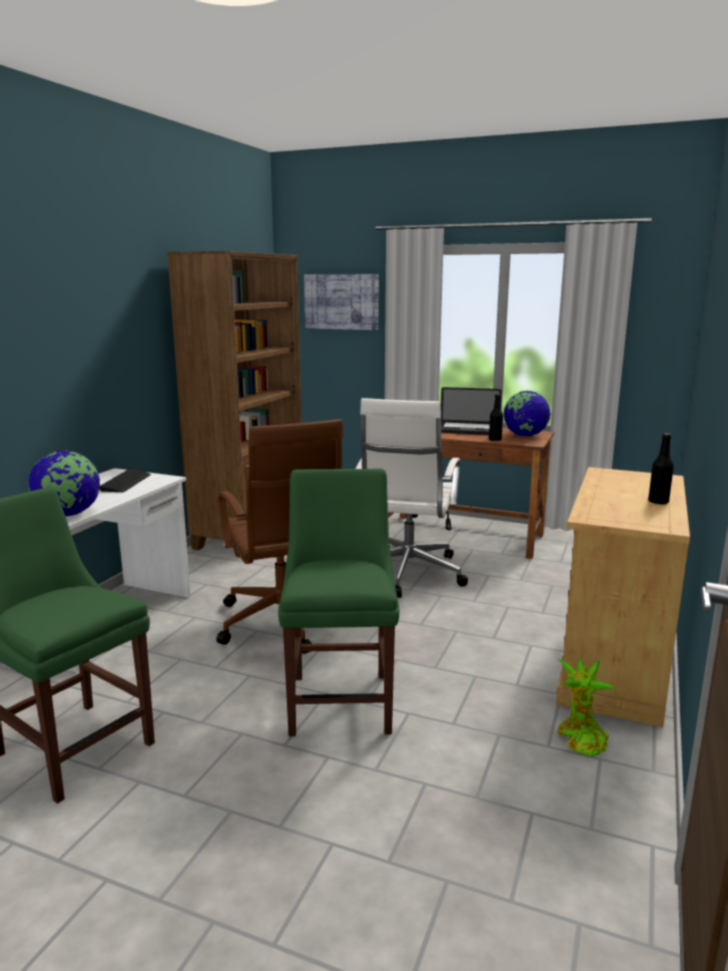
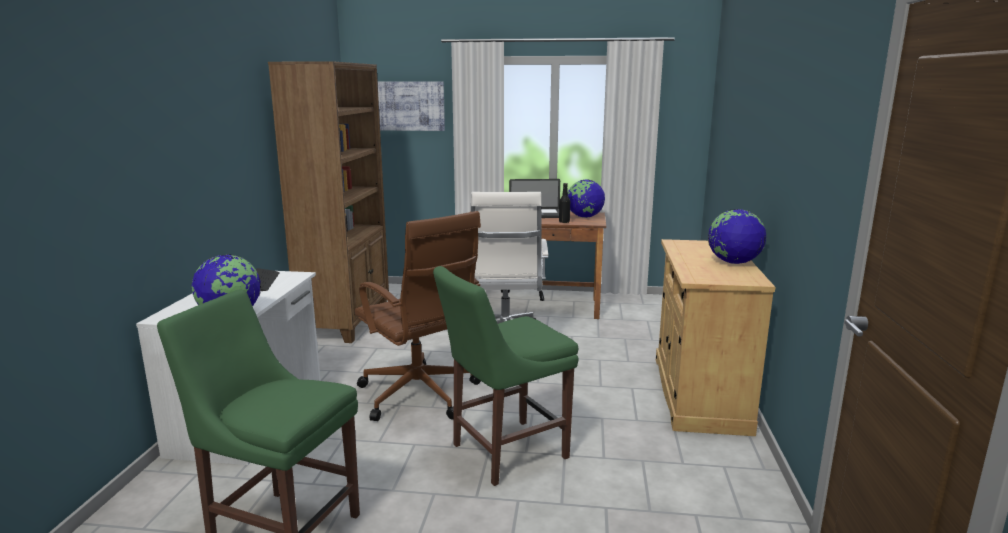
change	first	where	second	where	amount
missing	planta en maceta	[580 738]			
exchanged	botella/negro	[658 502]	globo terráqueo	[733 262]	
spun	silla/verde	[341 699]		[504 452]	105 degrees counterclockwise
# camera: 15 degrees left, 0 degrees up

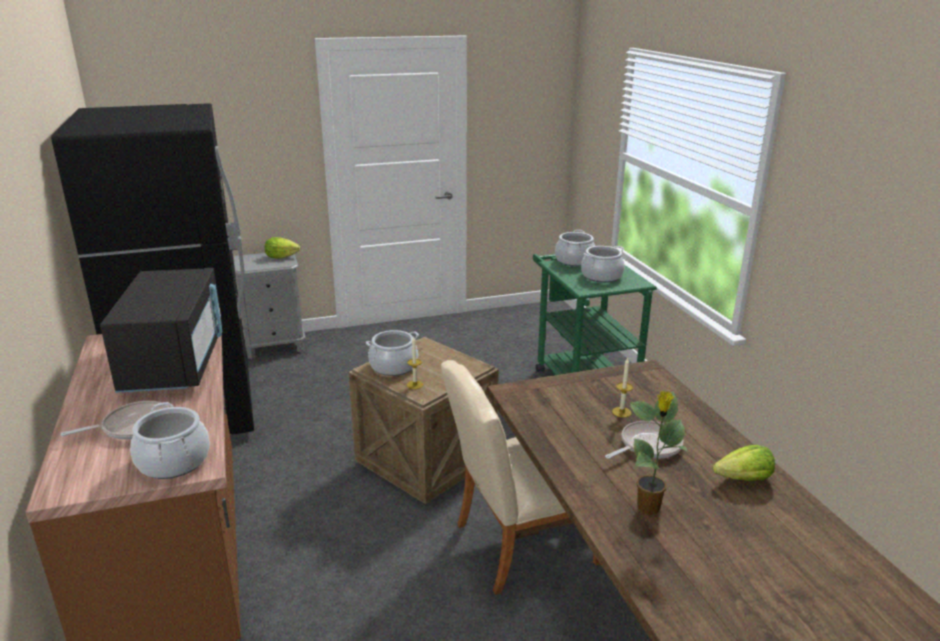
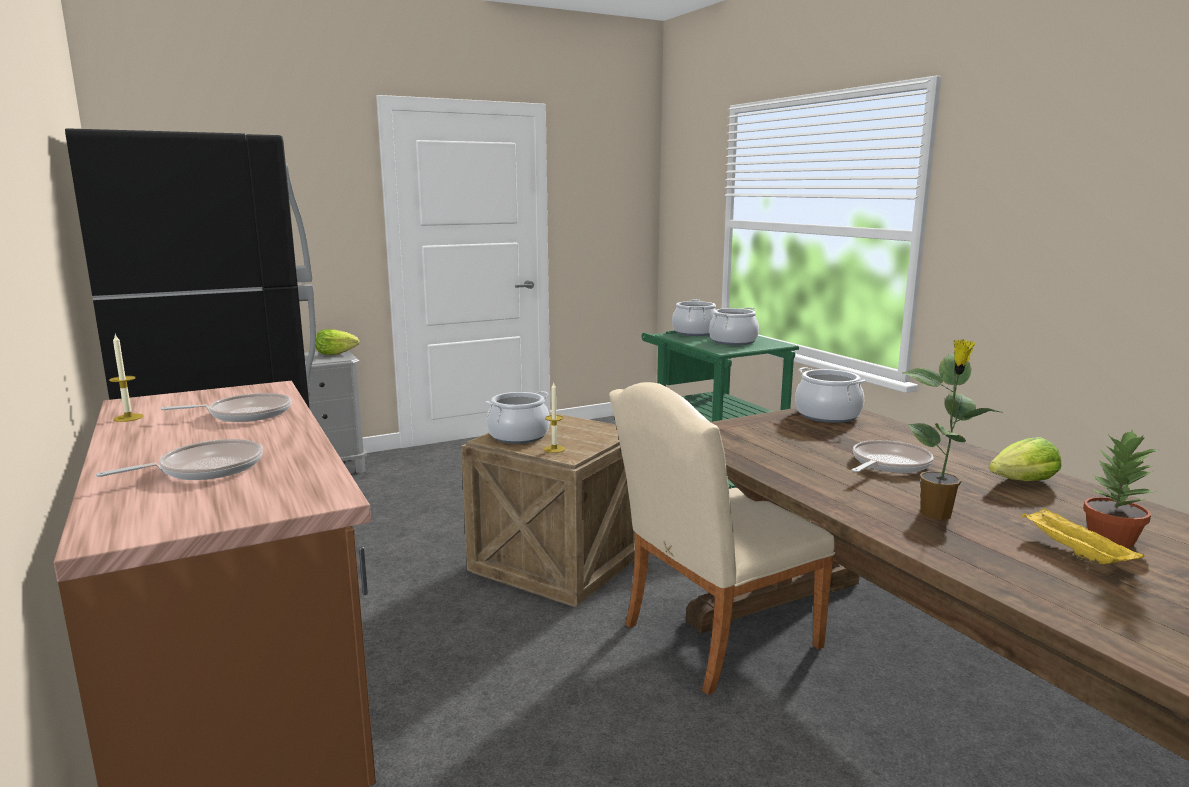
change	first	where	second	where	amount
appeared			bandeja/amarillo	[1073 552]	
appeared			planta en maceta	[1110 539]	
relocated	olla	[174 461]		[828 415]	
relocated	vela	[621 412]		[128 418]	
exchanged	microondas/negro	[175 363]	sartén	[245 414]	
# camera: 10 degrees left, 10 degrees down

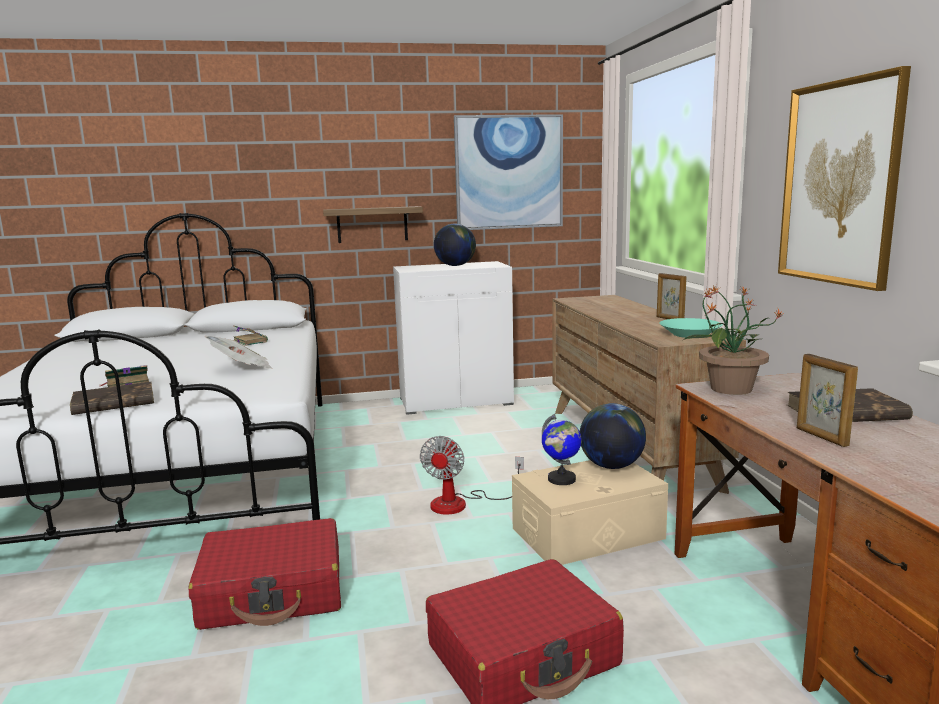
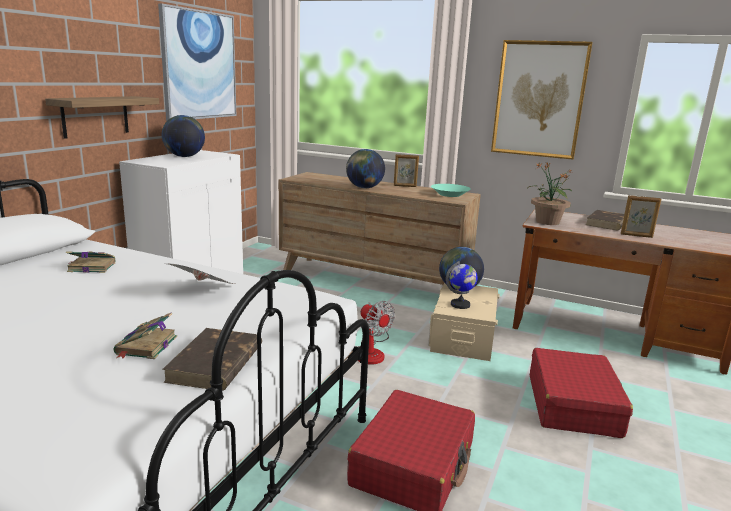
change	first	where	second	where	amount
appeared			globo terráqueo	[364 188]	
# camera: 55 degrees left, 5 degrees up

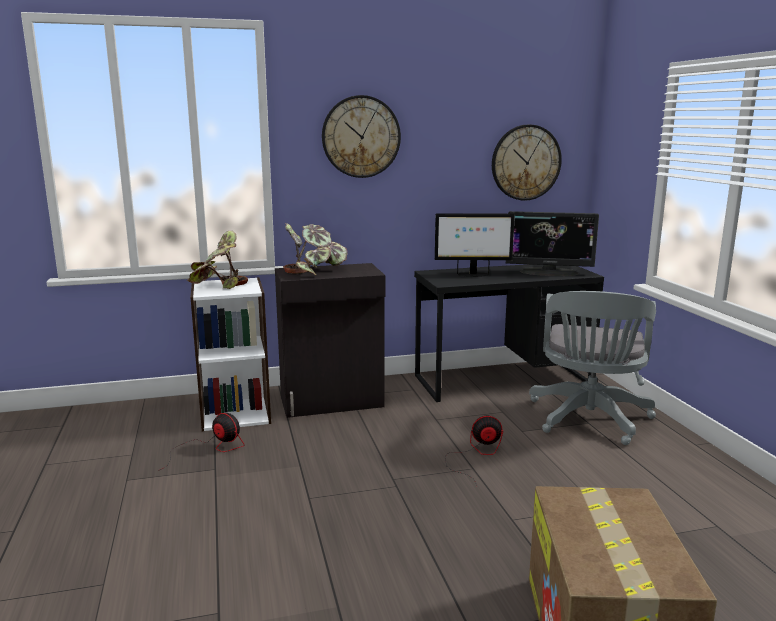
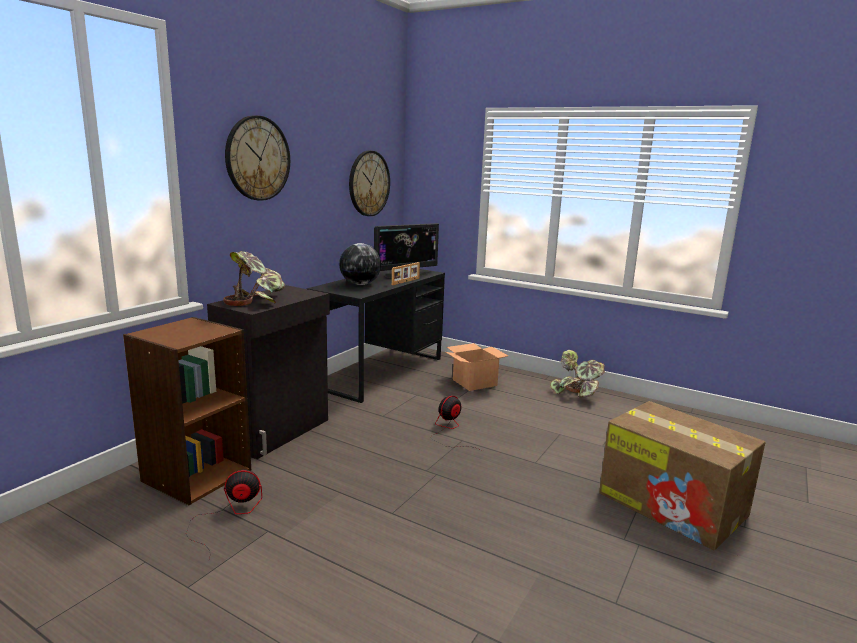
change	first	where	second	where	amount
appeared			portarretratos	[406 281]	
relocated	planta en maceta	[217 286]		[577 394]	
exchanged	monitor	[472 274]	globo terráqueo	[360 284]	
exchanged	silla de oficina/gris	[589 420]	caja de cartón	[474 383]	
colour	estantería/blanco	[235 413]	estantería/marrón	[196 475]	
# camera: 45 degrees left, 0 degrees up

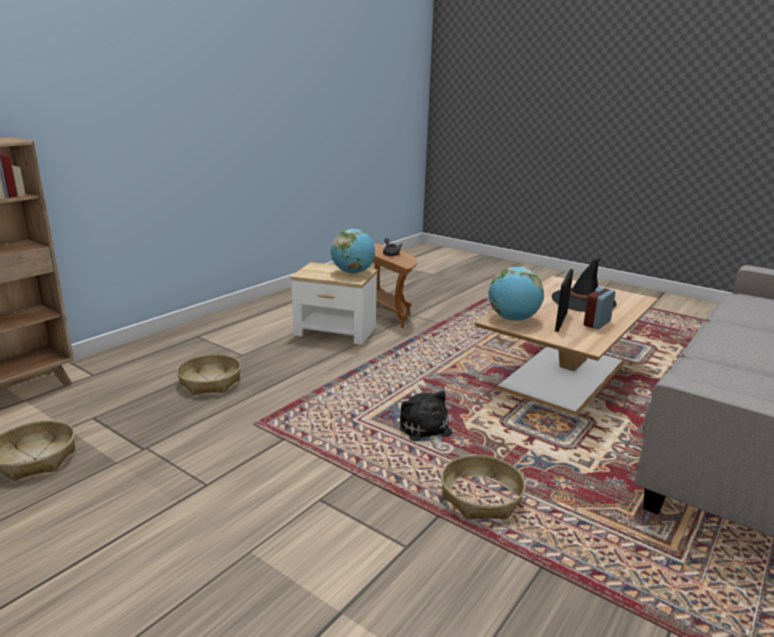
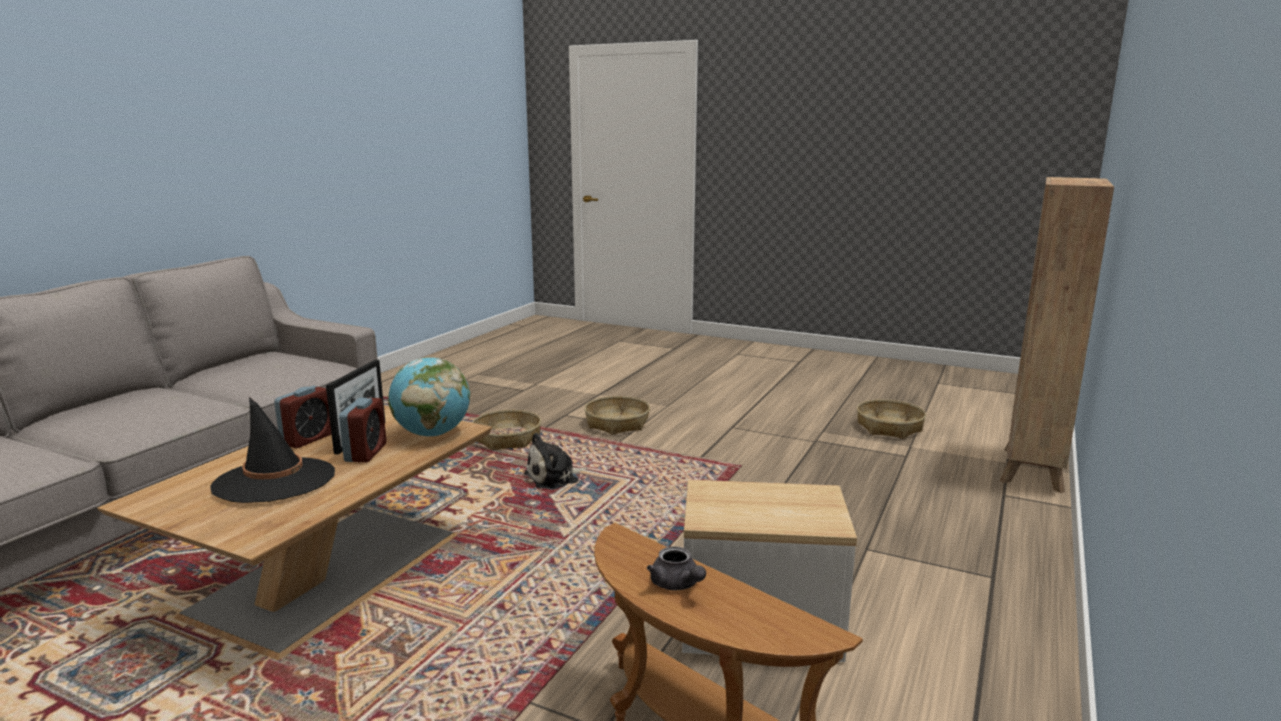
change	first	where	second	where	amount
missing	globo terráqueo	[353 273]			
appeared			despertador	[366 453]	
relocated	cesta	[210 382]		[617 423]	
spun	peluche	[426 431]		[555 478]	90 degrees clockwise
# camera: 170 degrees right, 5 degrees down

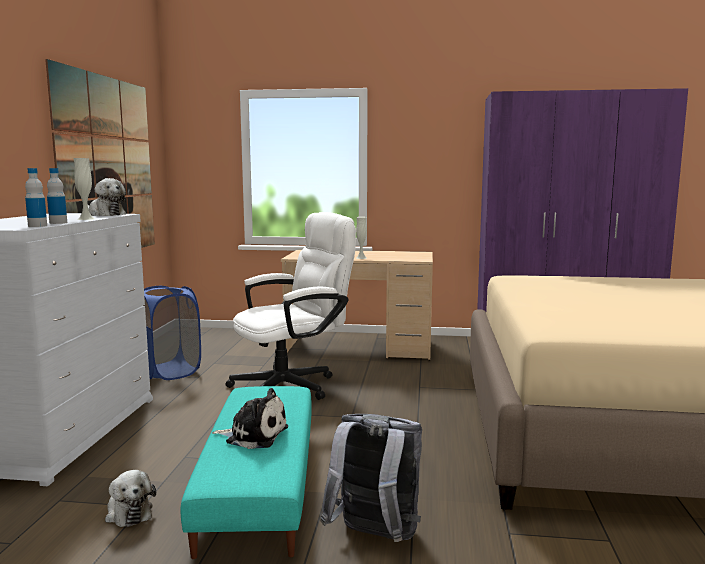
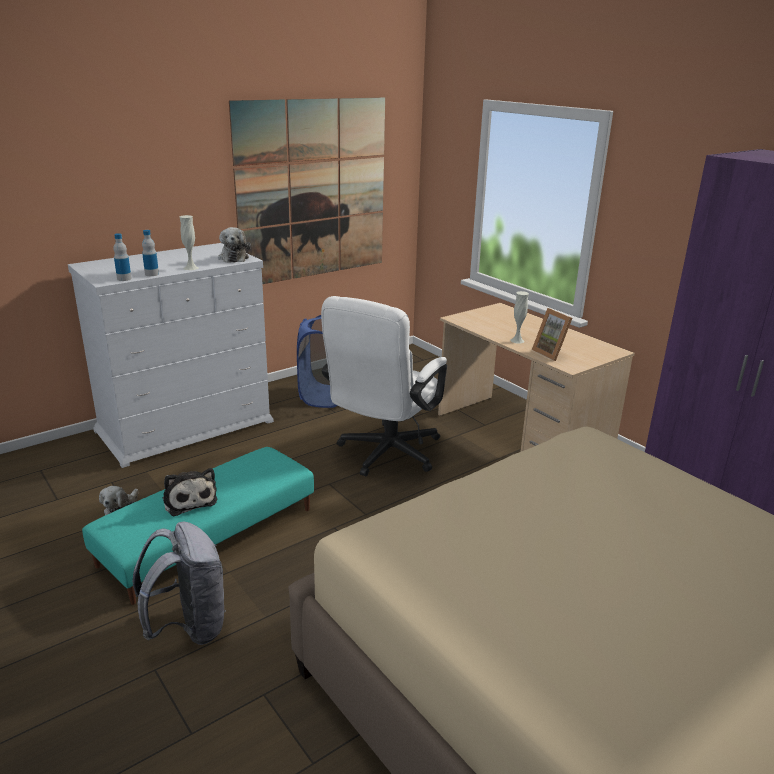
change	first	where	second	where	amount
appeared			portarretratos	[552 353]	
spun	silla de oficina/blanco	[293 385]		[384 455]	105 degrees clockwise
# camera: 45 degrees right, 15 degrees up

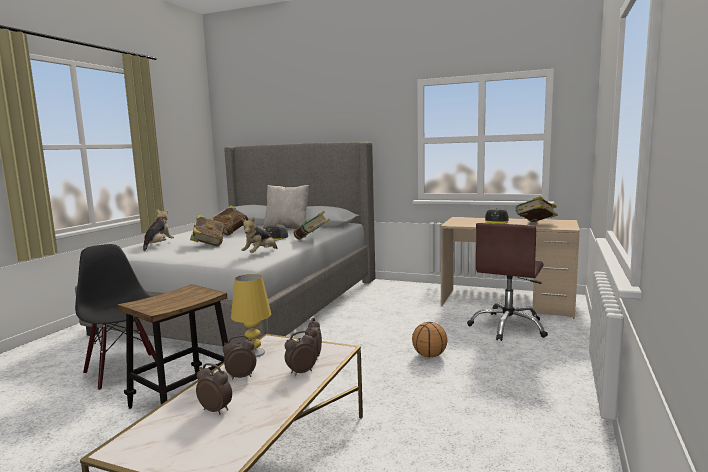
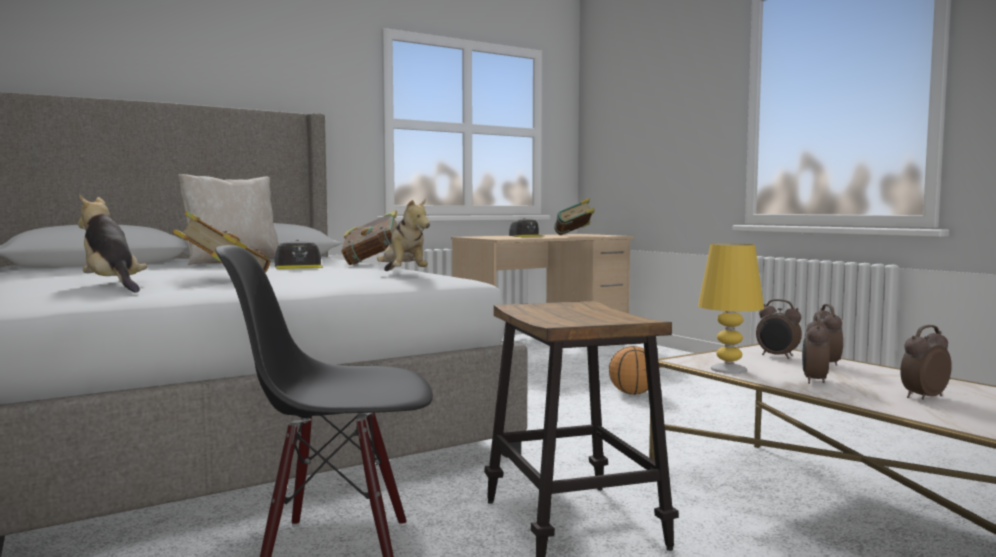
change	first	where	second	where	amount
missing	libro	[230 233]			
missing	silla de oficina/marrón	[508 327]			
# camera: 55 degrees left, 5 degrees down

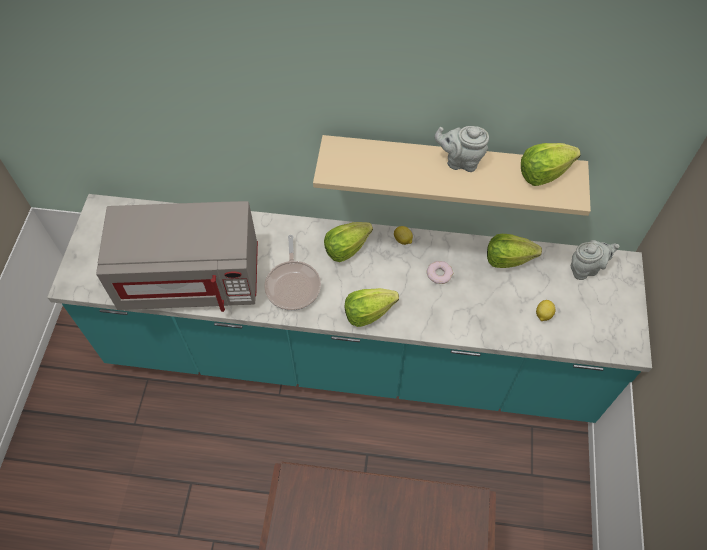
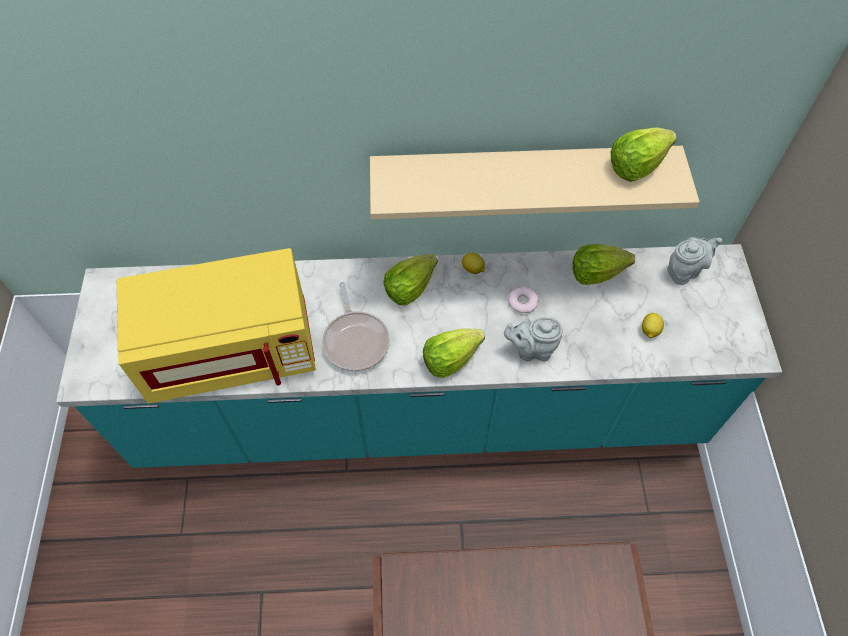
change	first	where	second	where	amount
relocated	tetera/gris	[460 161]		[532 350]	
colour	microondas/gris	[191 278]	microondas/amarillo	[232 350]	
# camera: 10 degrees left, 0 degrees up

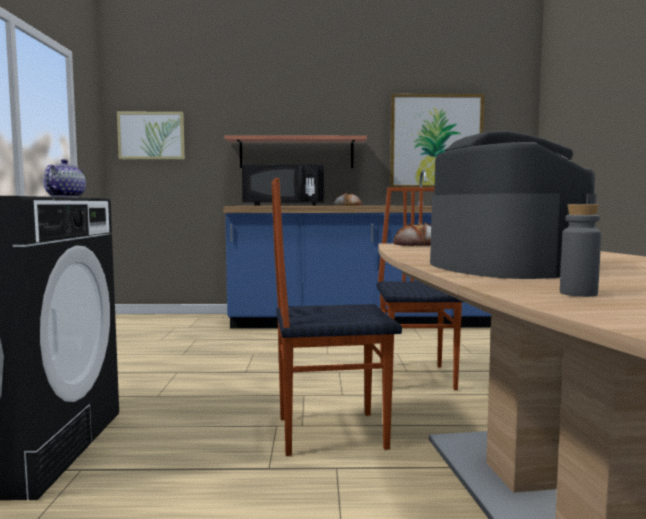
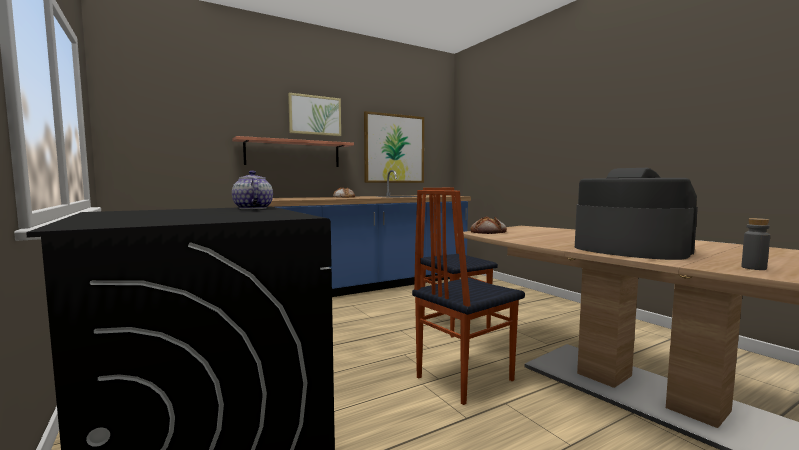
change	first	where	second	where	amount
missing	microondas/negro	[284 205]			
relocated	cuadro	[151 135]		[315 115]	
# camera: 30 degrees left, 0 degrees up

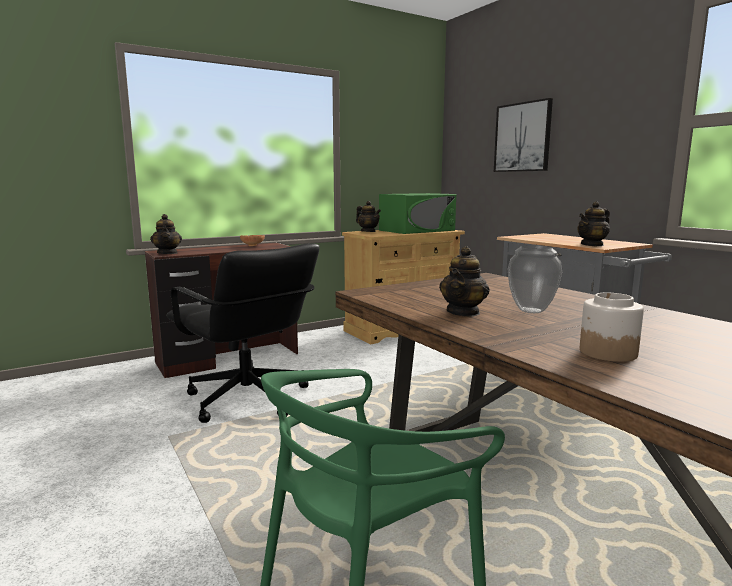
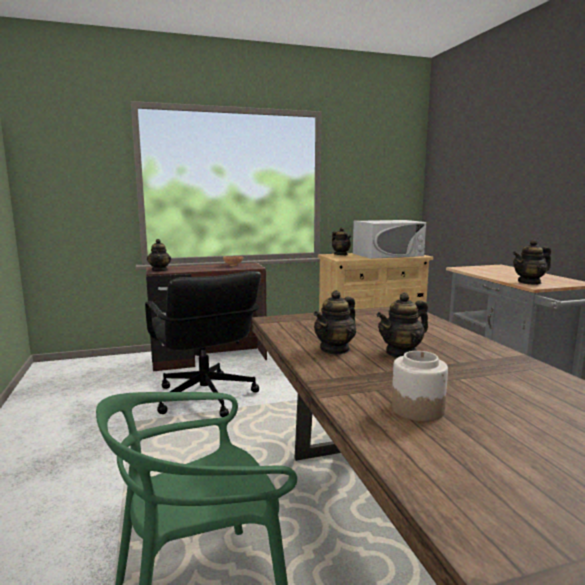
change	first	where	second	where	amount
missing	cuadro	[522 137]			
exchanged	florero	[532 311]	tetera	[402 353]	
colour	microondas/verde	[417 230]	microondas/blanco	[387 254]	
# camera: 15 degrees right, 0 degrees up

